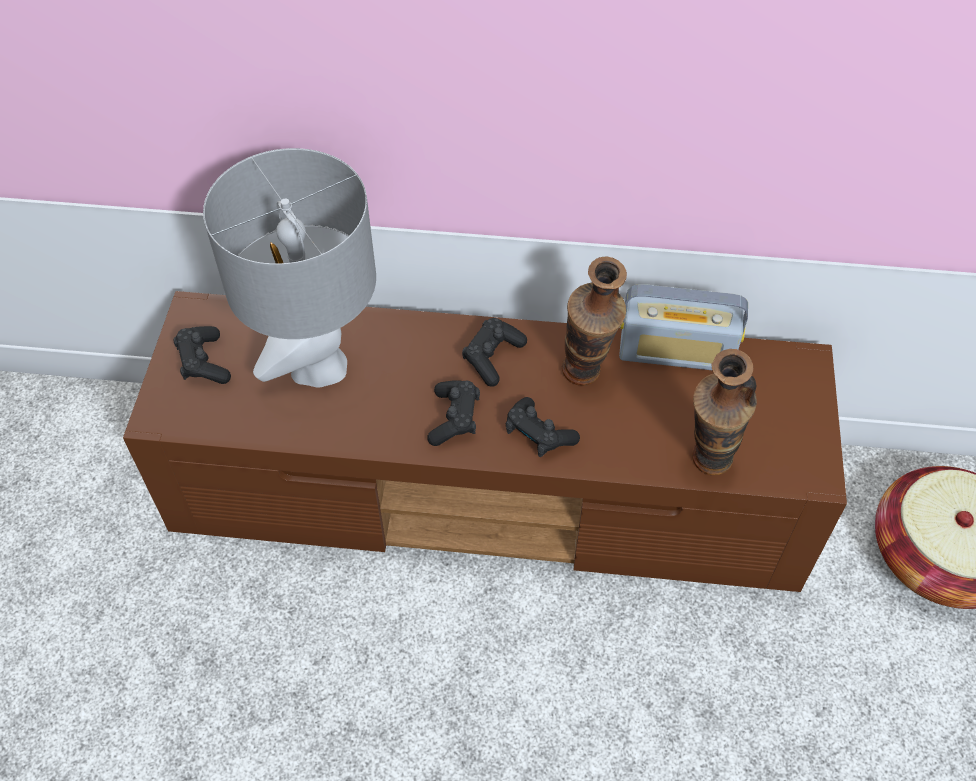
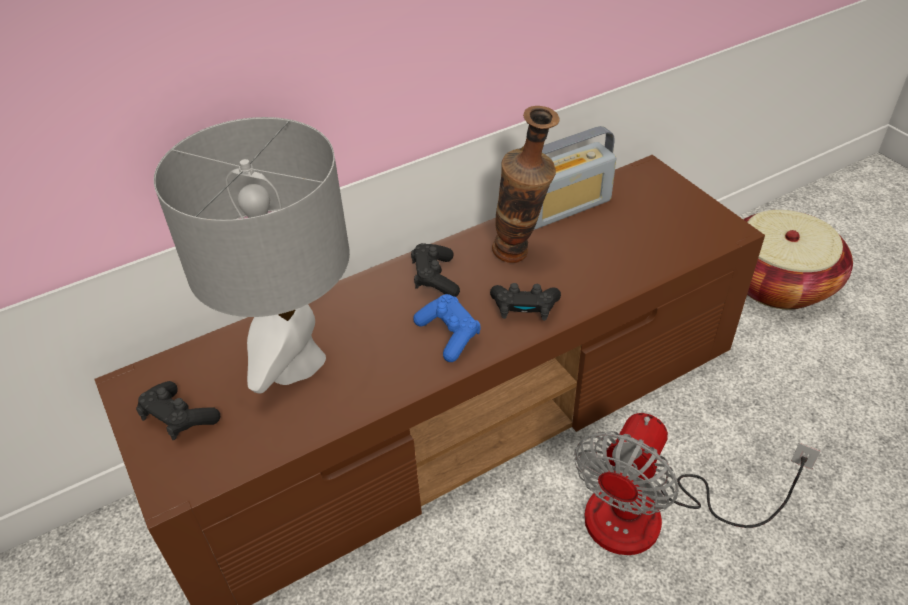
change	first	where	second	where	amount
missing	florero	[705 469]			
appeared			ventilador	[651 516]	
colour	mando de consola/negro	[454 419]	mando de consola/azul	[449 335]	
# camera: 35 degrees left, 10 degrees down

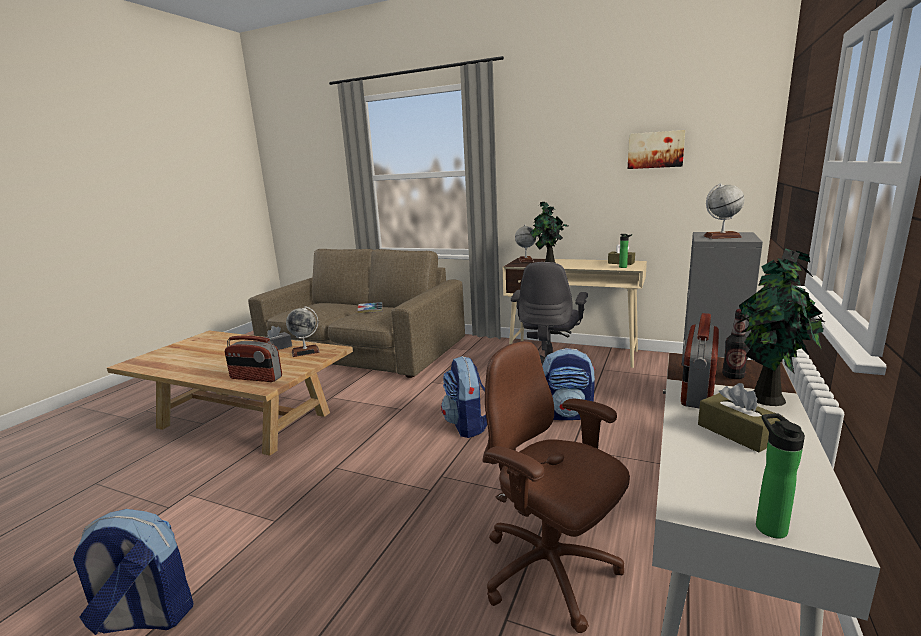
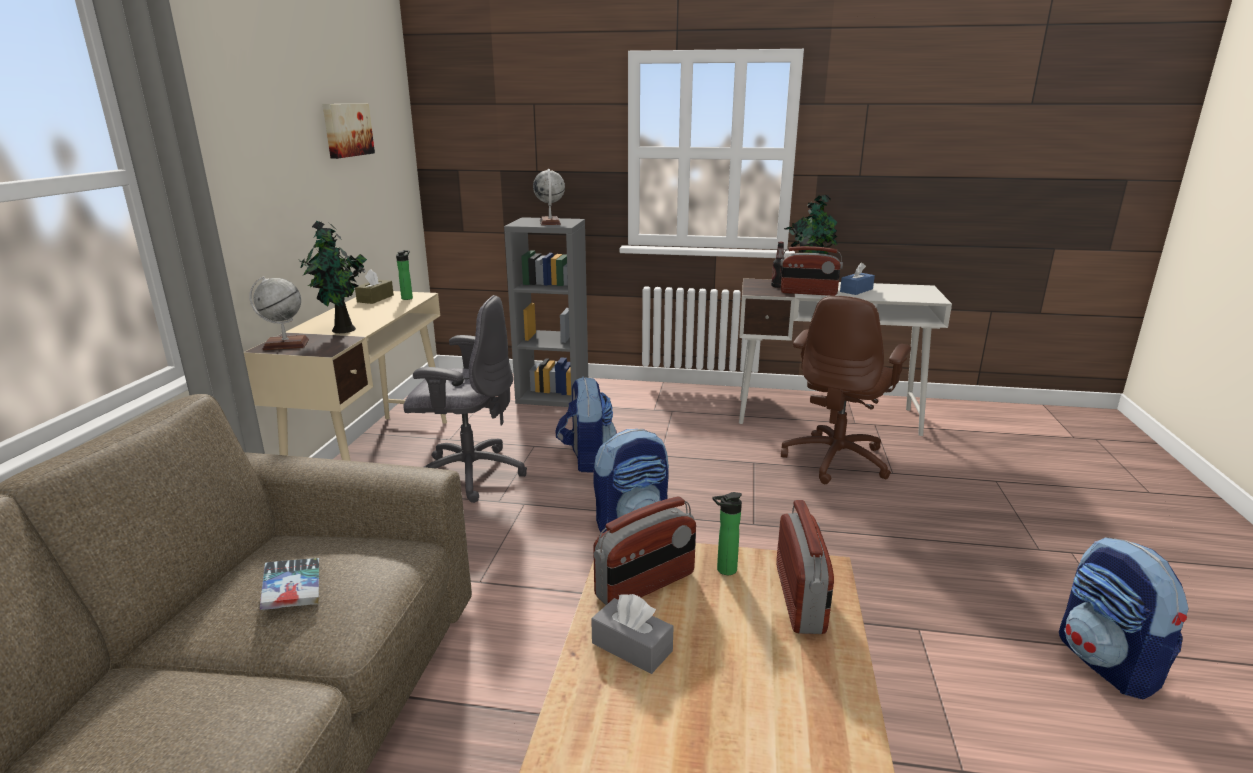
change	first	where	second	where	amount
relocated	botella	[768 526]		[723 570]	
exchanged	globo terráqueo	[305 352]	radio	[646 585]	
colour	caja de pañuelos/marrón	[736 433]	caja de pañuelos/azul	[856 290]	
# camera: 105 degrees left, 5 degrees up

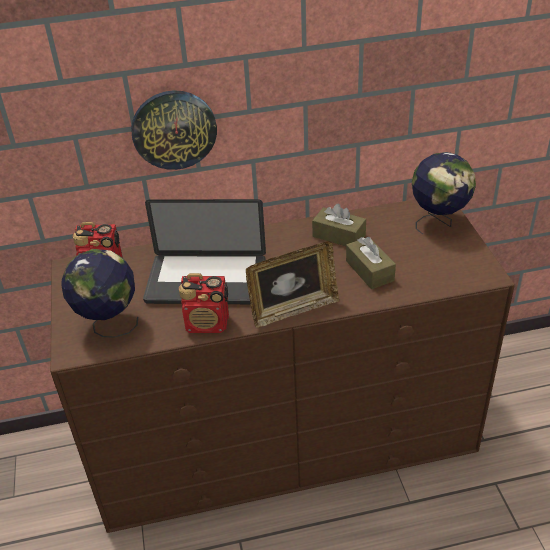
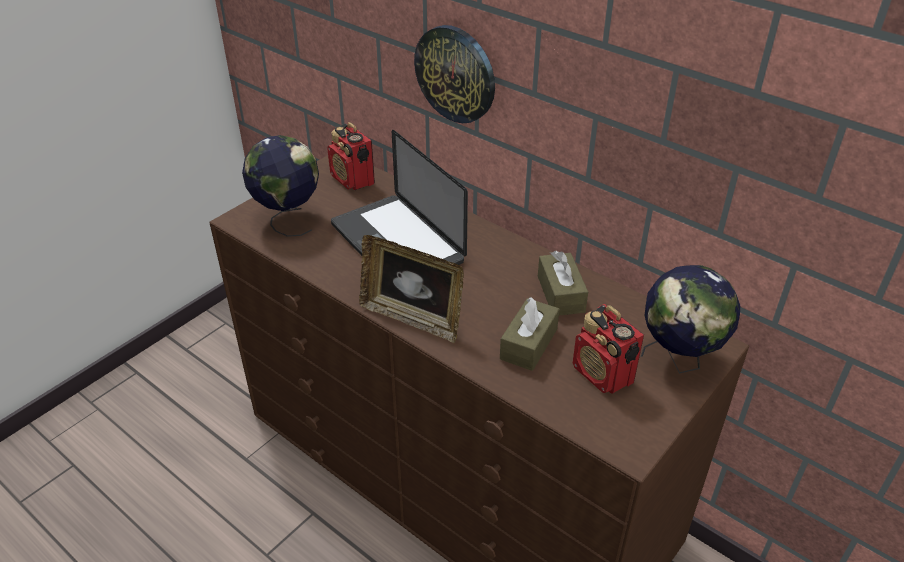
change	first	where	second	where	amount
relocated	radio	[208 324]		[603 375]	
# camera: 50 degrees right, 0 degrees up

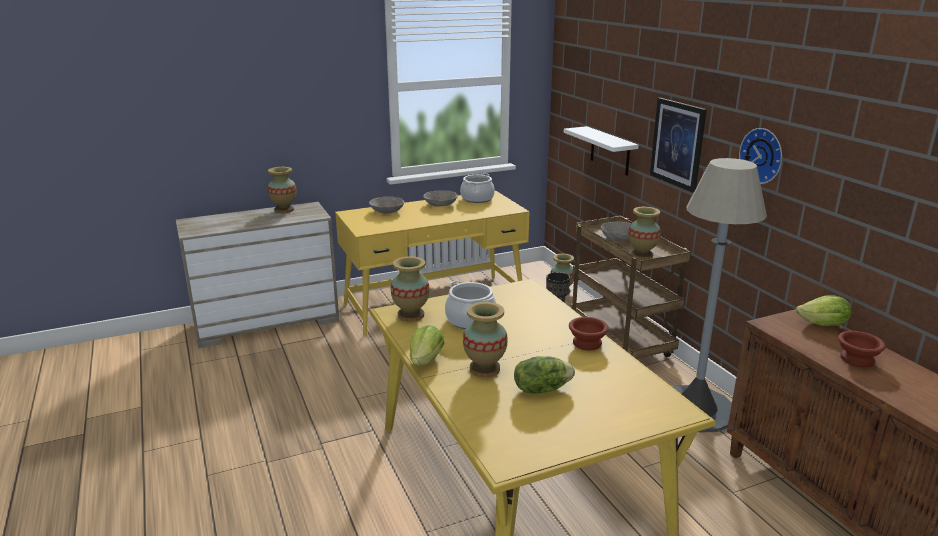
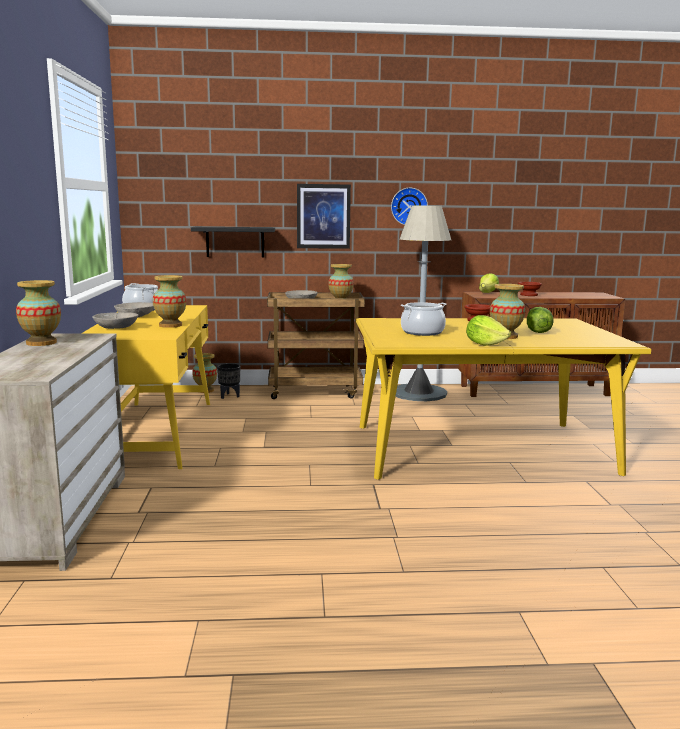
change	first	where	second	where	amount
relocated	florero	[410 315]		[170 325]	
colour	estante/blanco	[610 151]	estante/negro	[235 242]	
# camera: 70 degrees left, 10 degrees down

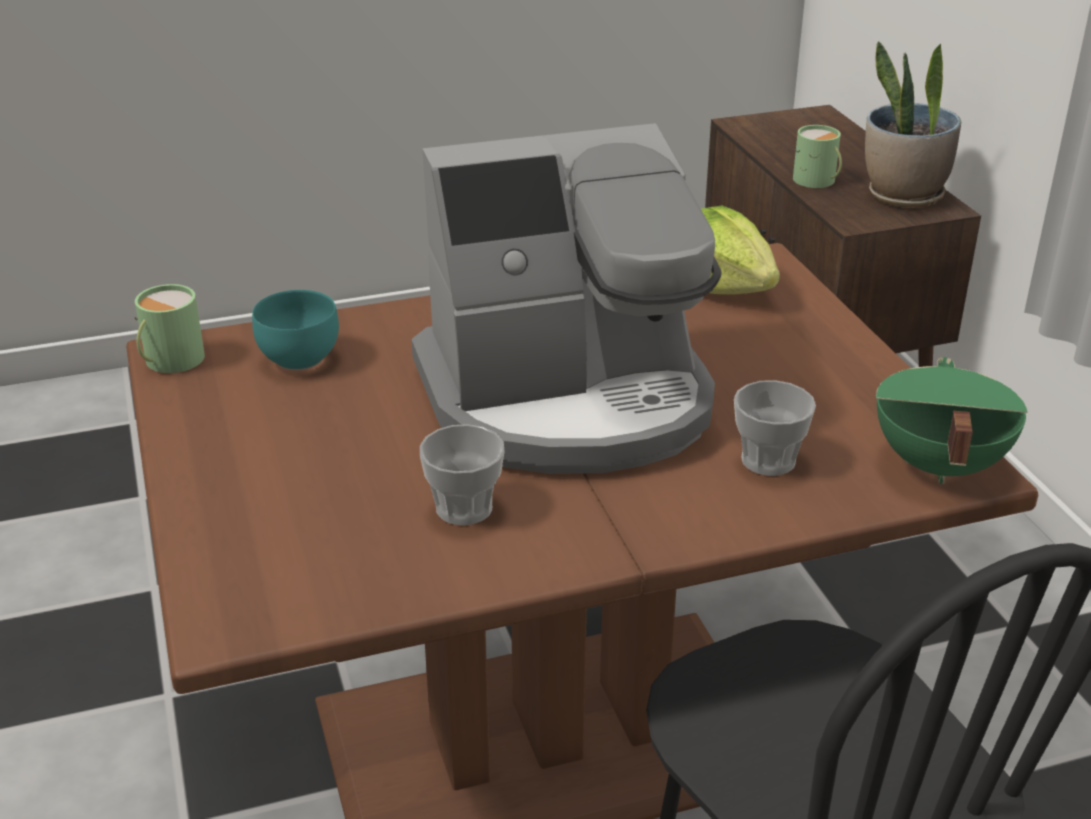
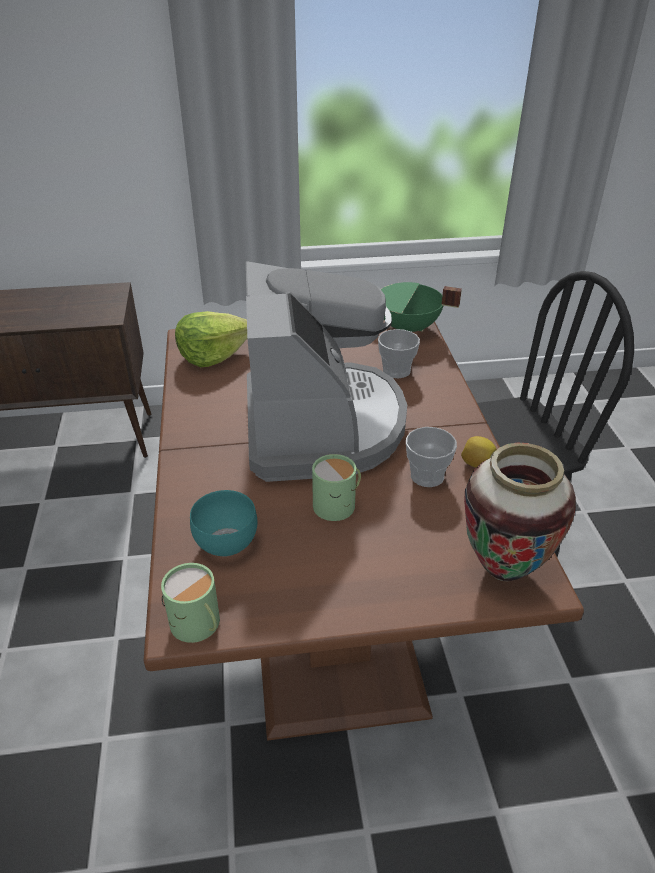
change	first	where	second	where	amount
missing	planta en maceta	[903 196]			
appeared			limón	[477 464]	
appeared			florero	[504 570]	
relocated	taza grande/verde	[817 181]		[338 504]	
# camera: 80 degrees left, 5 degrees up

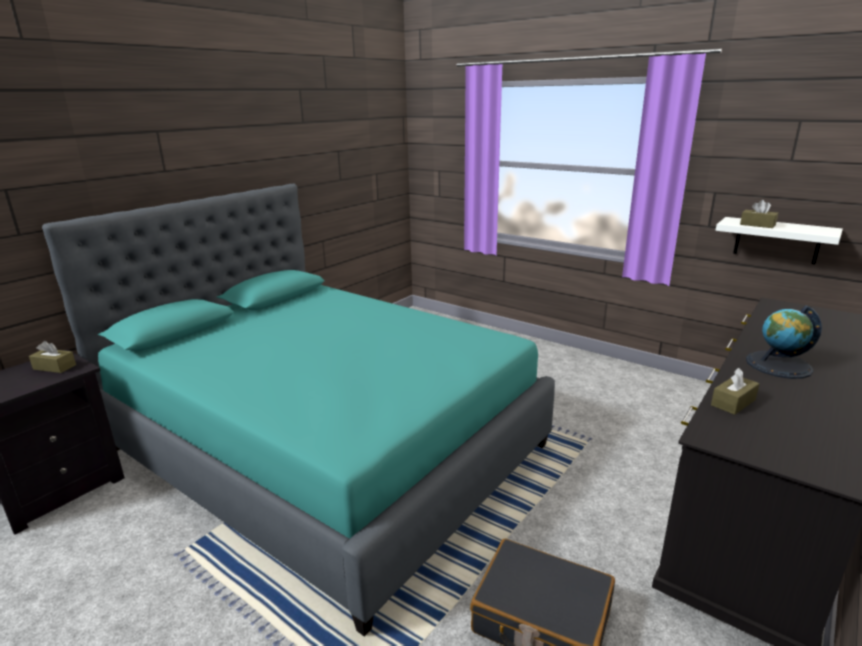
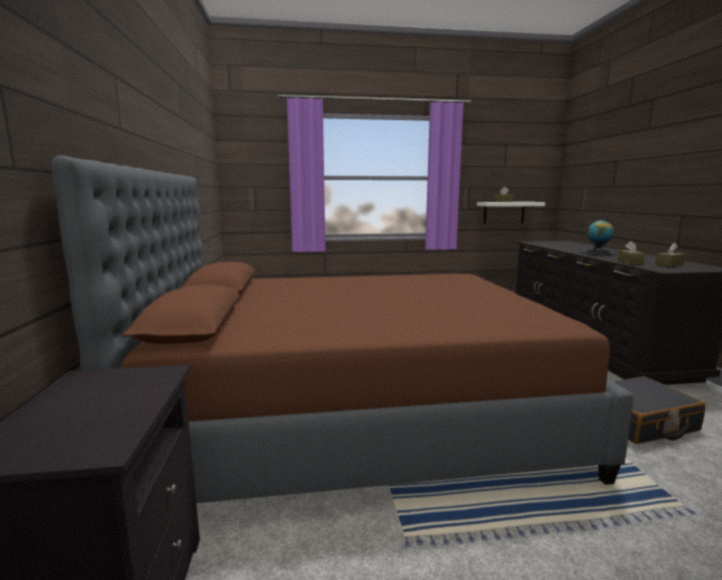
change	first	where	second	where	amount
relocated	caja de pañuelos/marrón	[54 367]		[669 264]	
colour	cama/turquesa	[327 446]	cama/marrón	[357 413]	
# camera: 45 degrees left, 10 degrees down

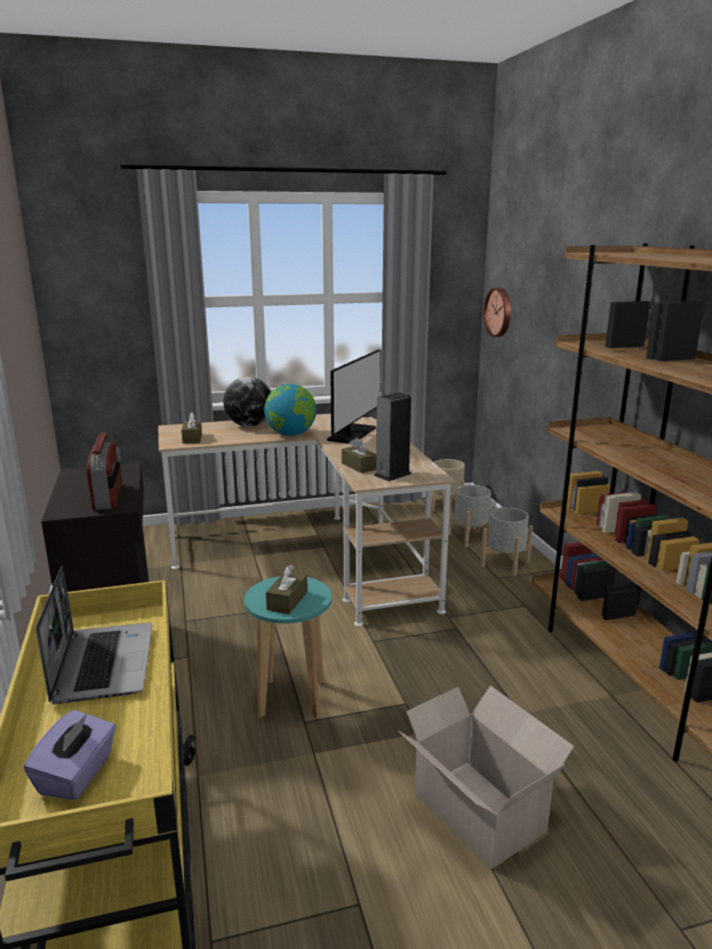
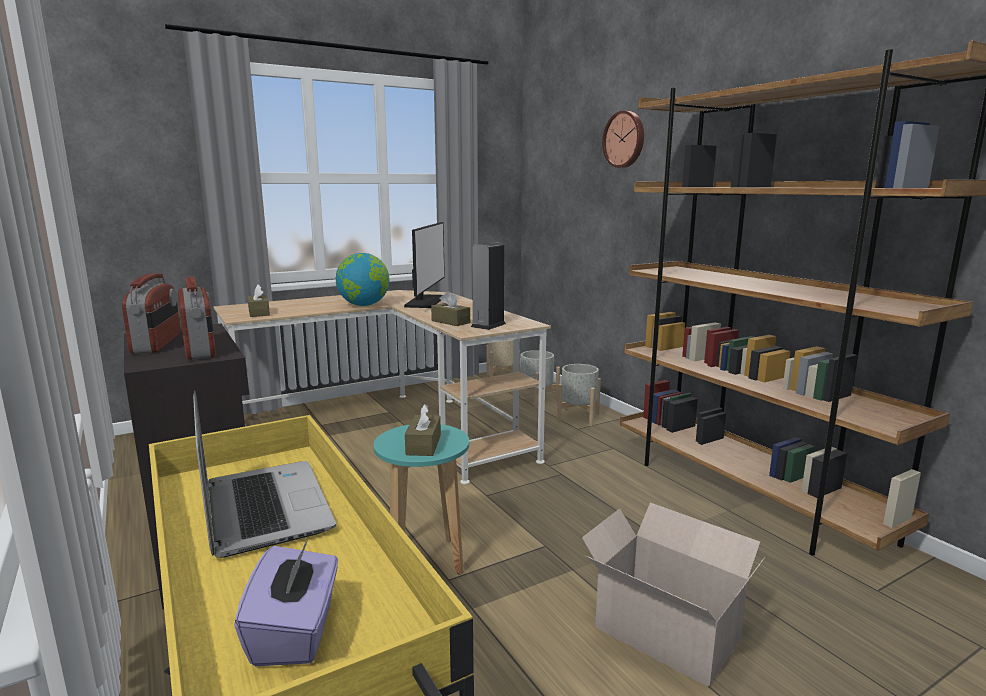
change	first	where	second	where	amount
missing	globo terráqueo	[249 425]			
appeared			radio	[158 343]	
relocated	reloj de pared	[499 312]		[625 139]	
# camera: 15 degrees left, 5 degrees down

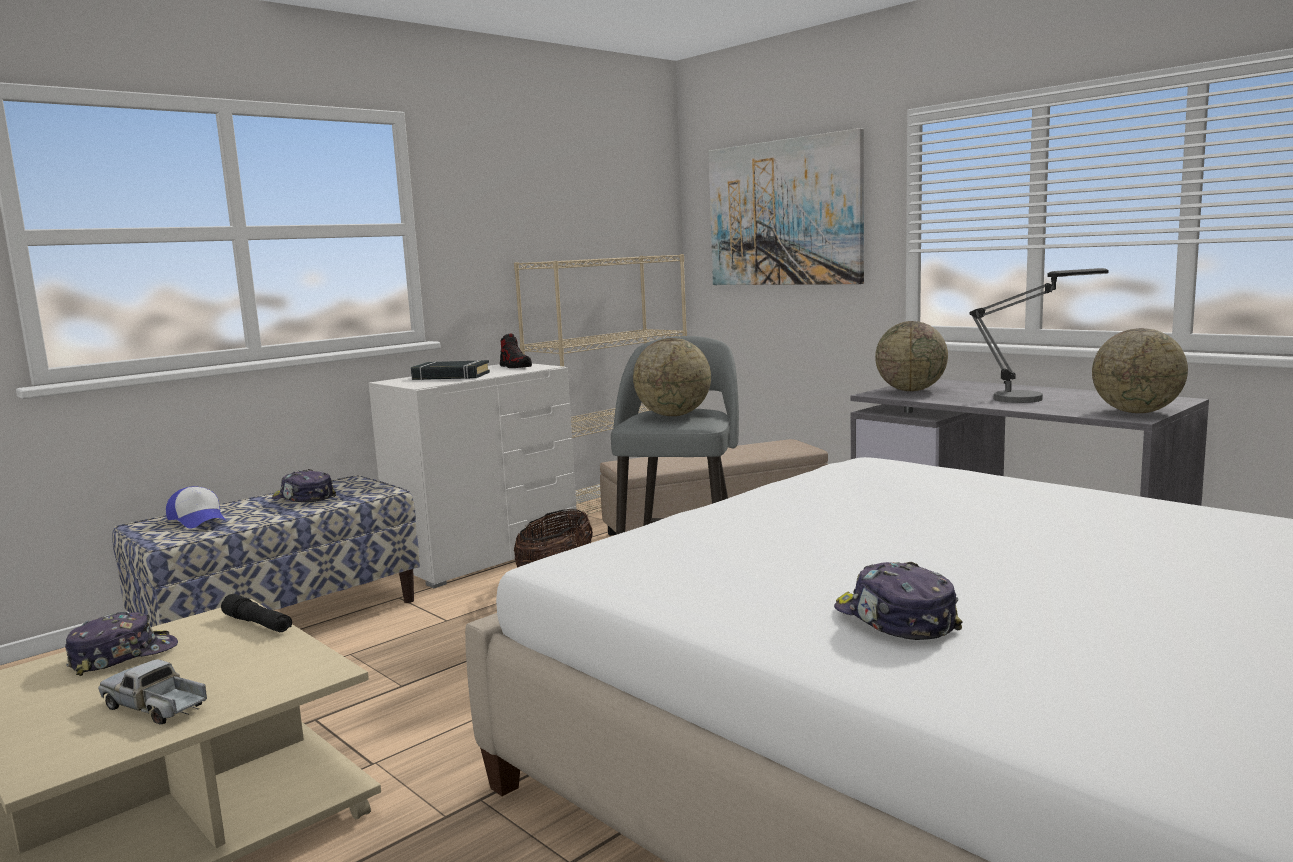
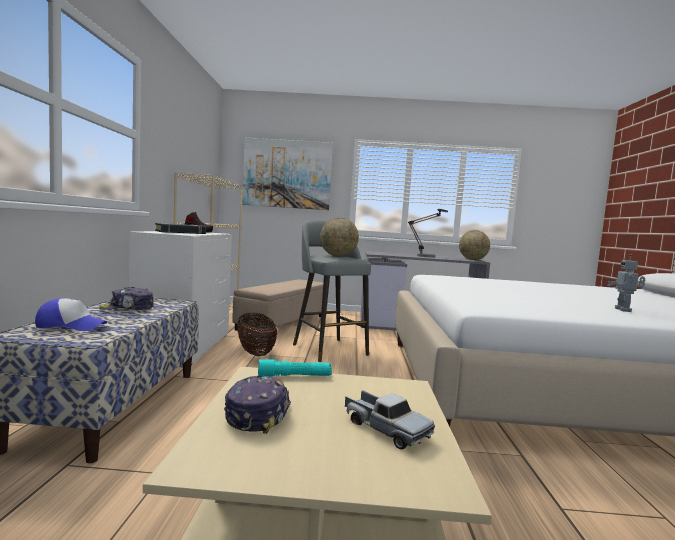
change	first	where	second	where	amount
missing	globo terráqueo	[911 390]			
exchanged	gorra	[894 620]	robot de juguete	[624 310]	
colour	linterna/negro	[258 624]	linterna/turquesa	[294 376]	
spun	camión de juguete	[157 707]		[385 429]	120 degrees counterclockwise
# camera: 45 degrees left, 5 degrees down

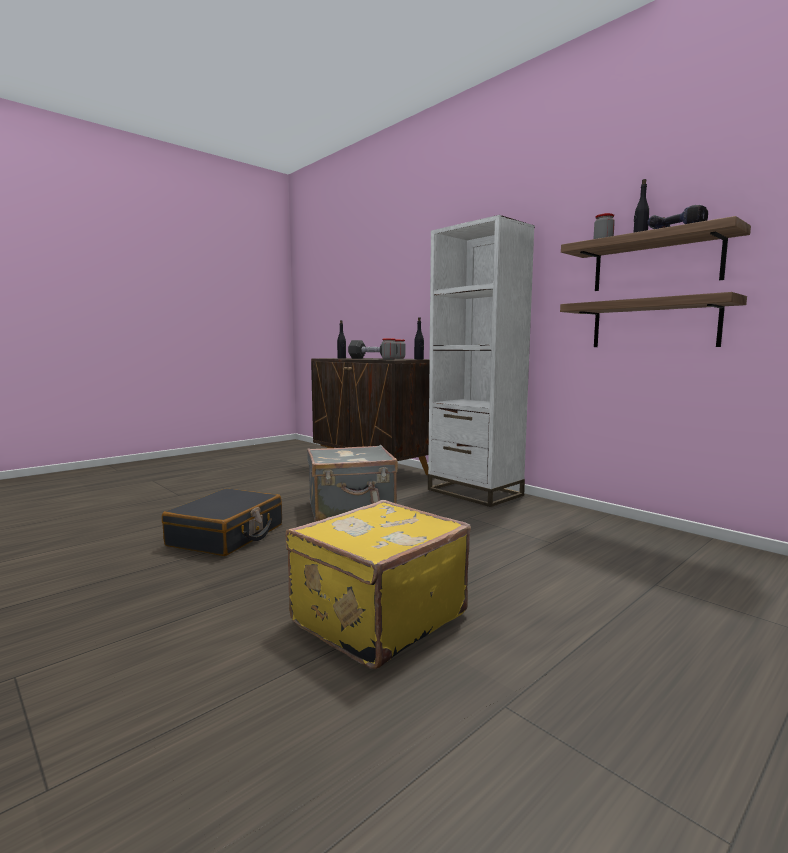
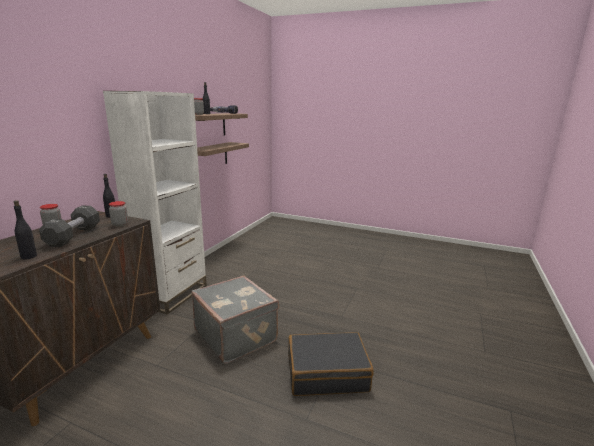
change	first	where	second	where	amount
missing	maleta/amarillo	[376 617]			
# camera: 115 degrees left, 10 degrees up

